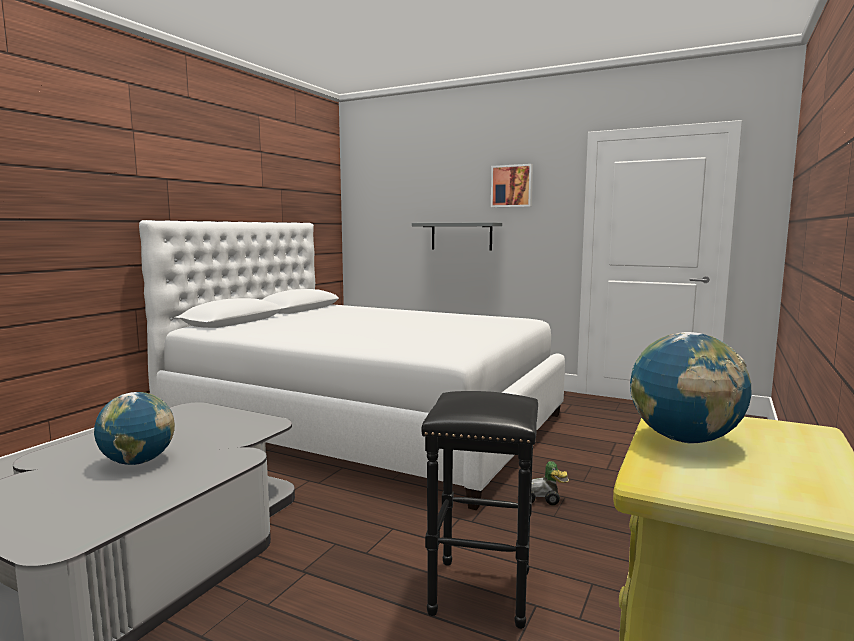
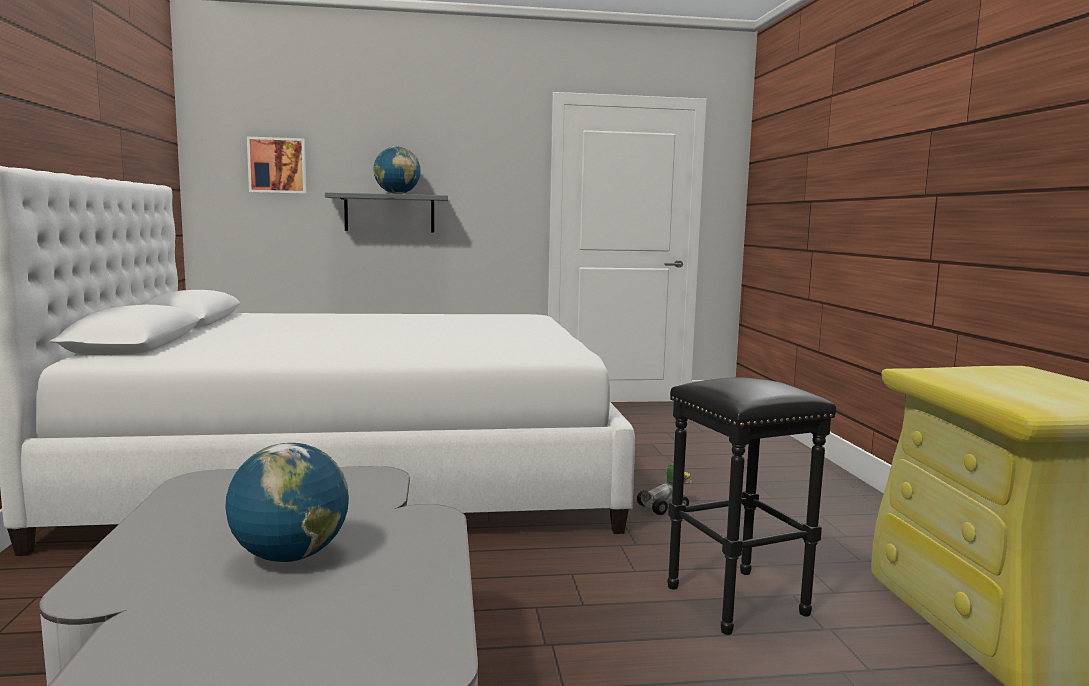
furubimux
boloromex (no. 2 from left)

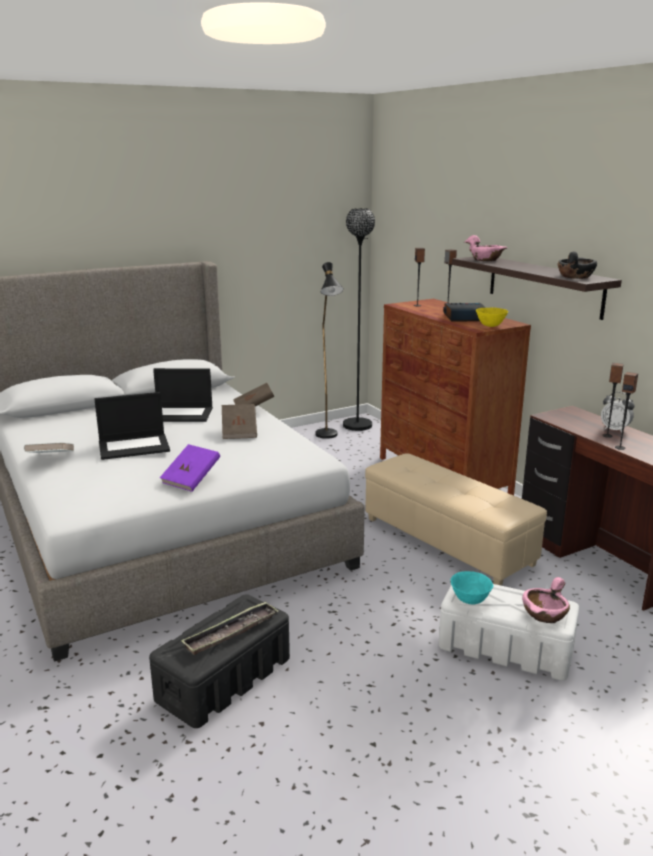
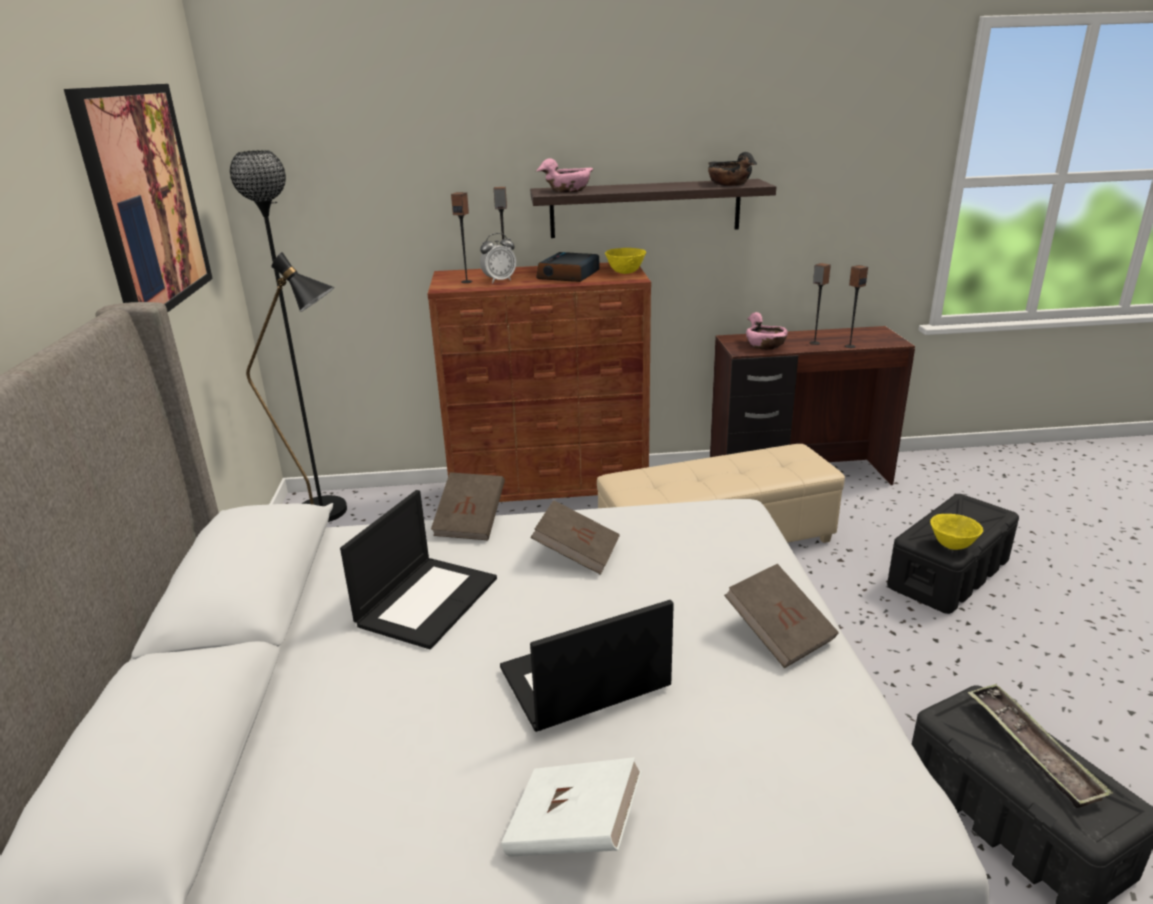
furubimux
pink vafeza (no. 2 from left)
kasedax (no. 1 from left)
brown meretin (no. 3 from left)
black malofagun (no. 1 from left)
yellow vafeza (no. 2 from left)
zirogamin (no. 2 from left)

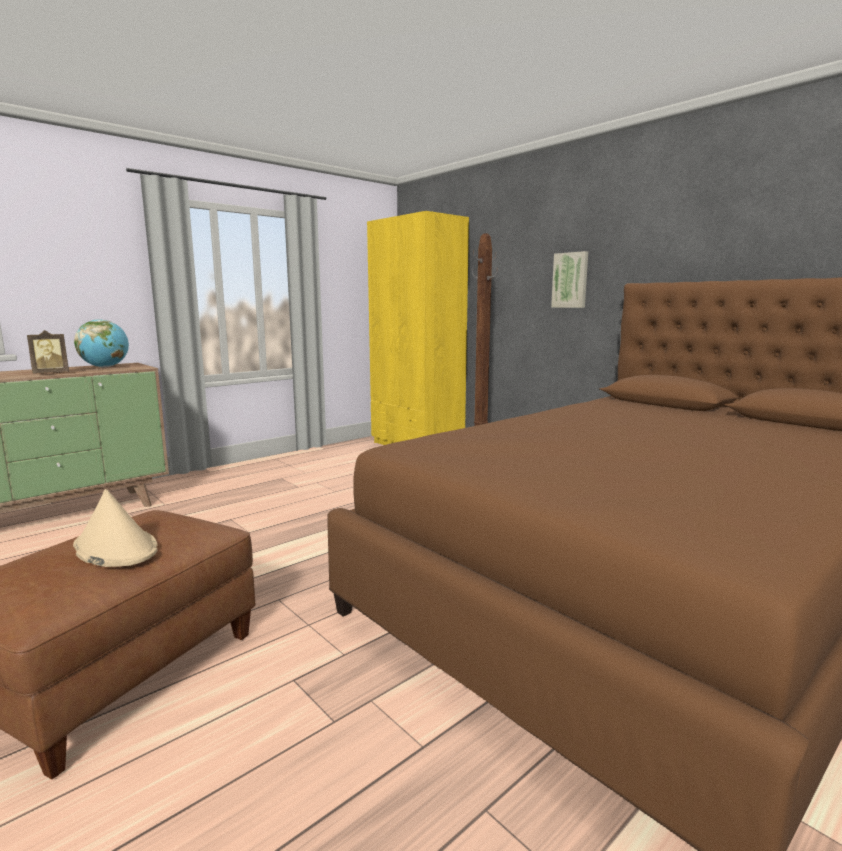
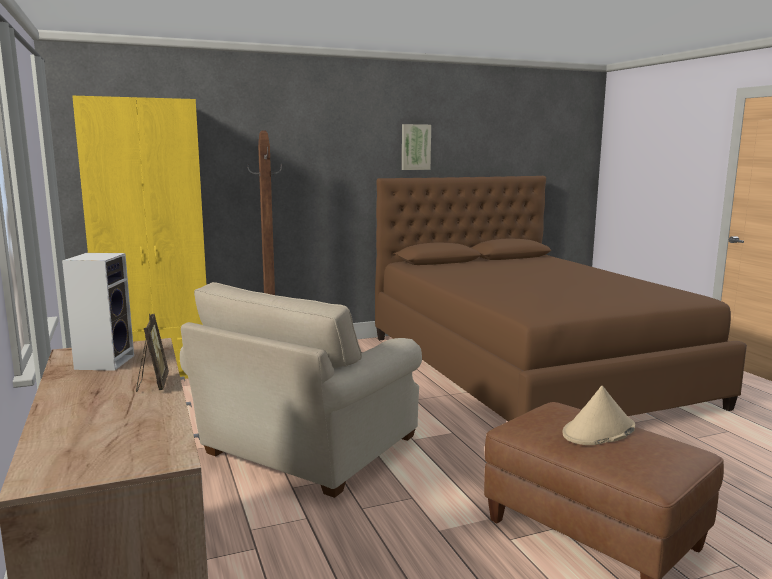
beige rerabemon
furubimux
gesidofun

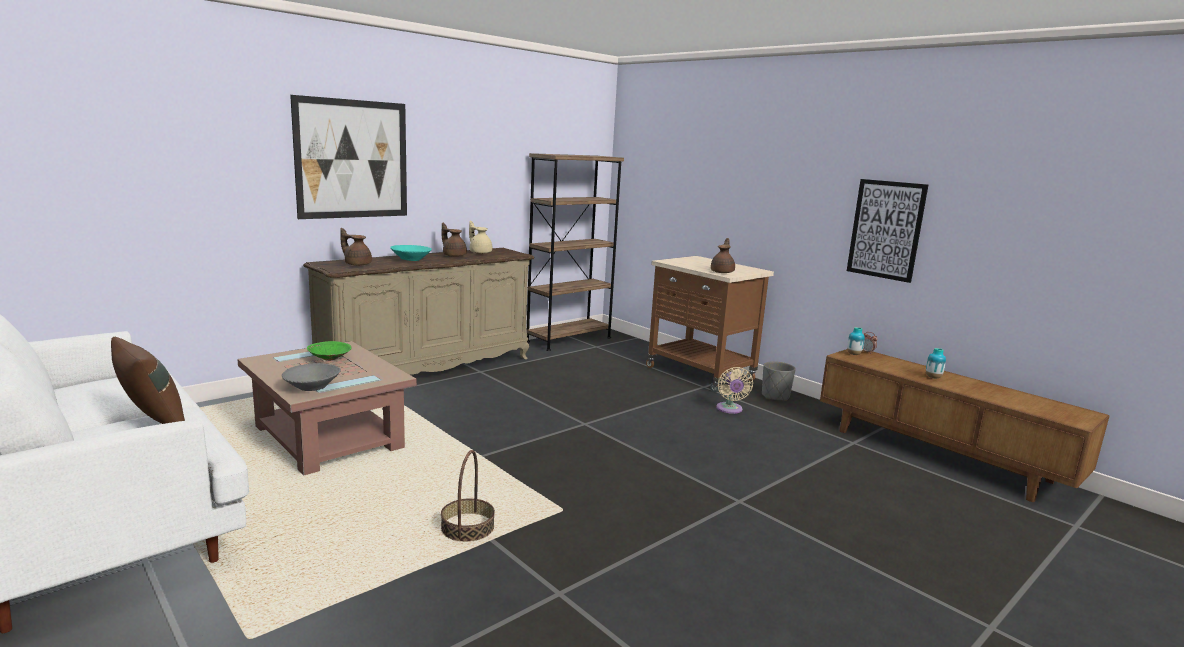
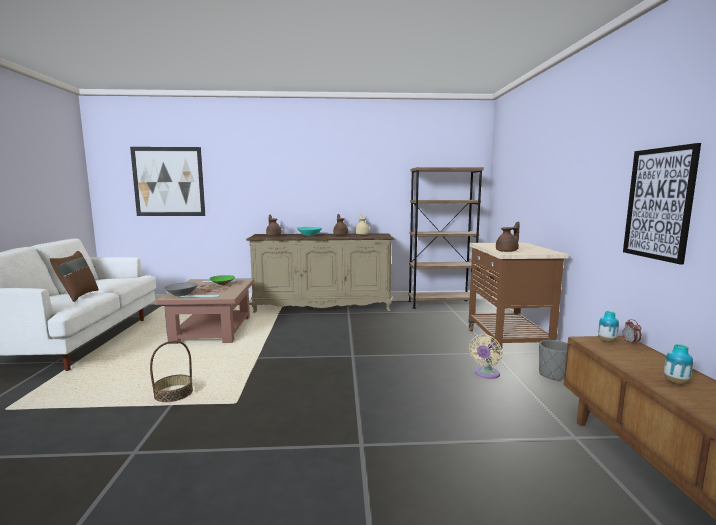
furubimux (no. 1 from left)

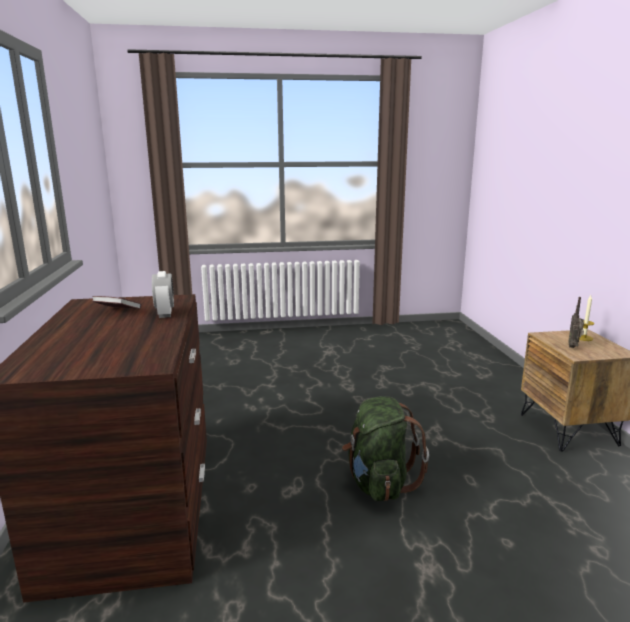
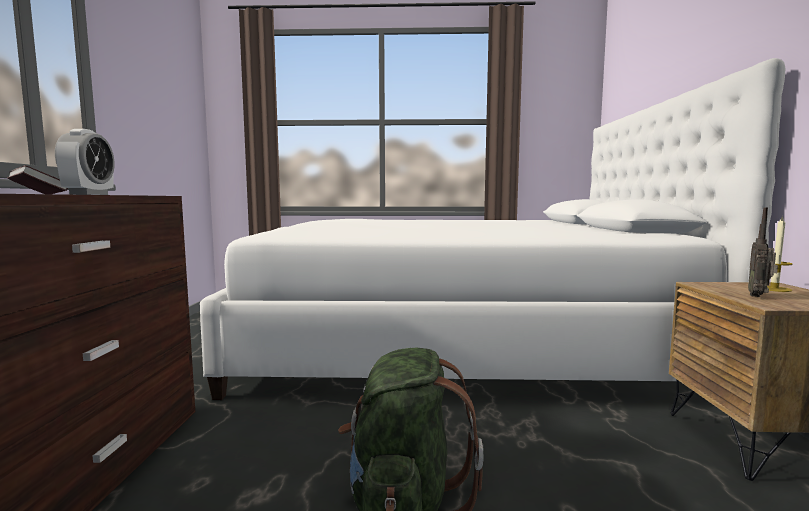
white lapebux

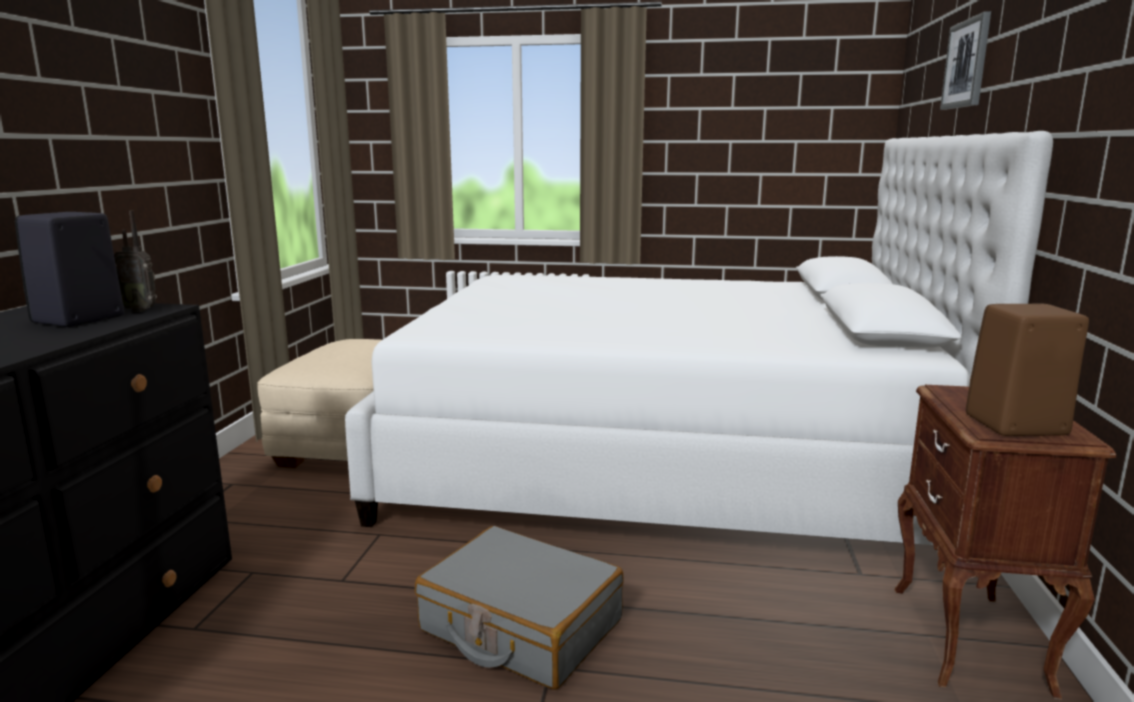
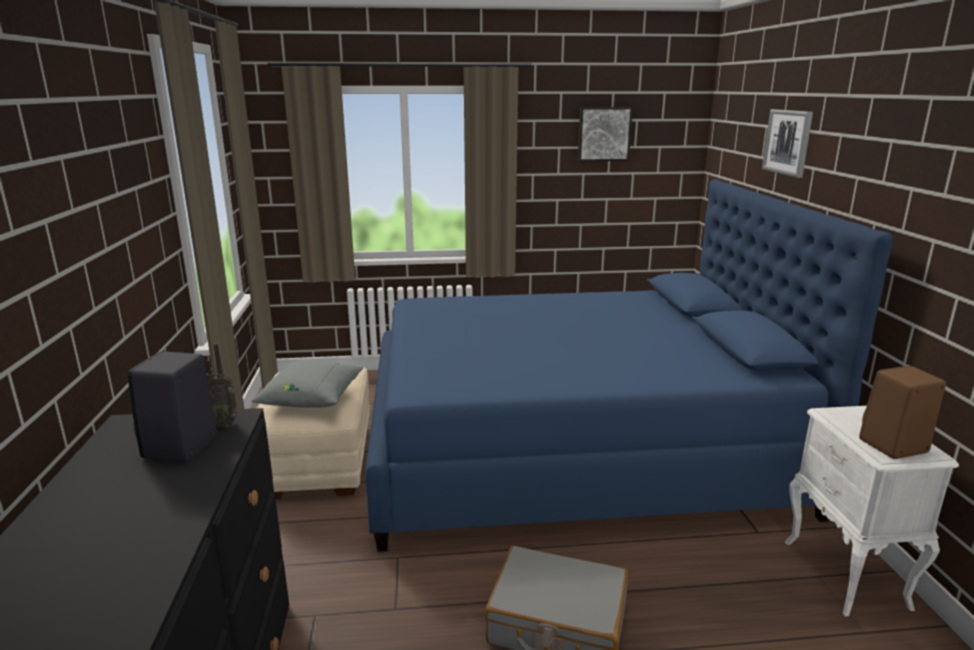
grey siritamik
furubimux (no. 1 from left)
blue lapebux
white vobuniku

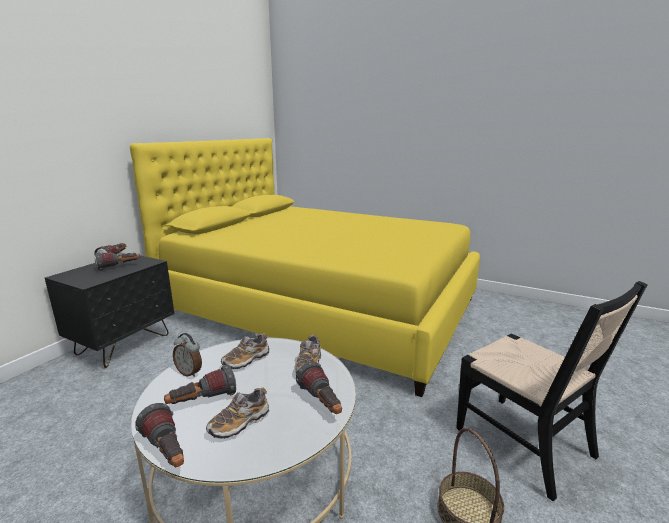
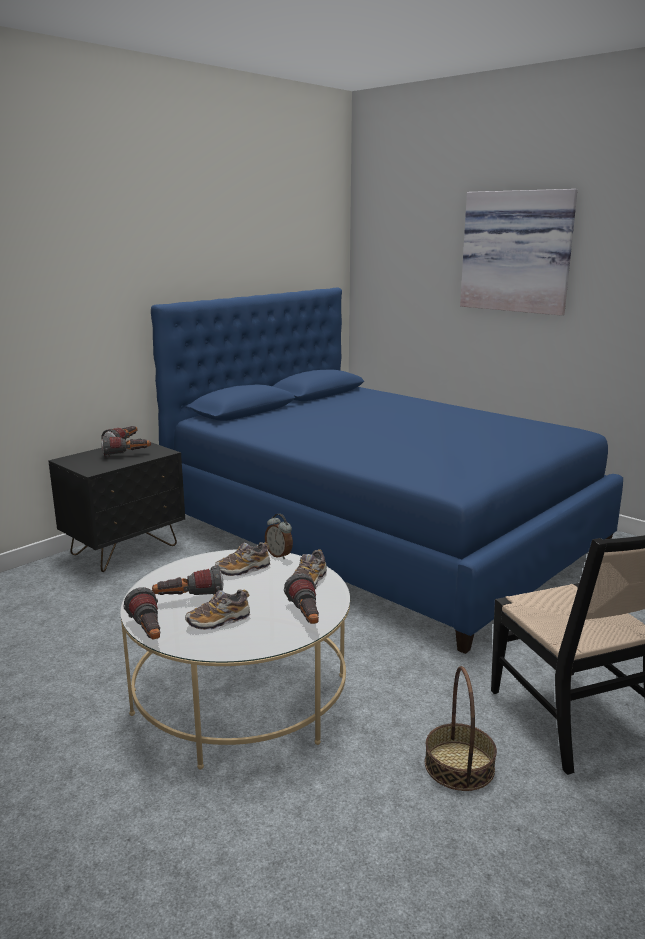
furubimux
kasedax
blue lapebux

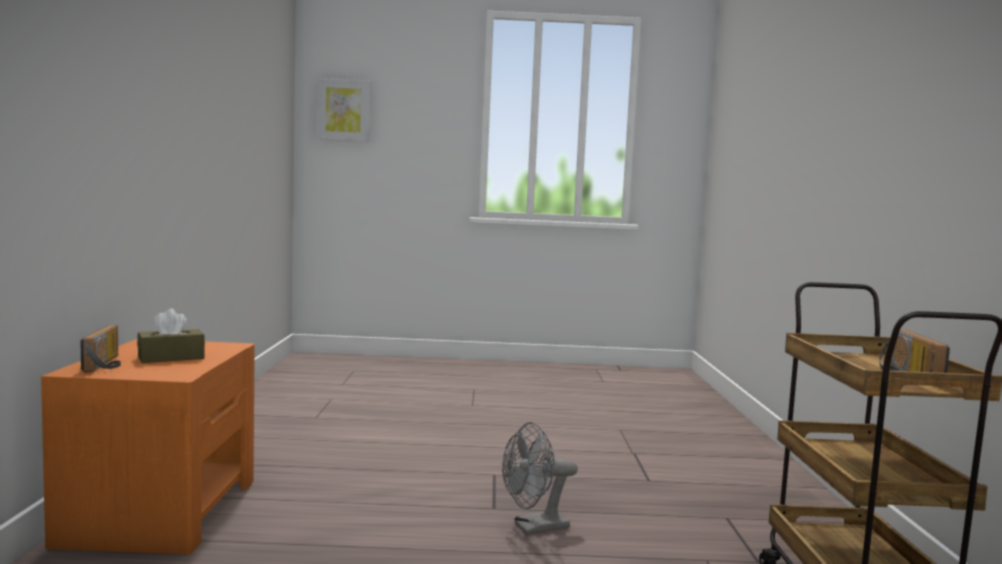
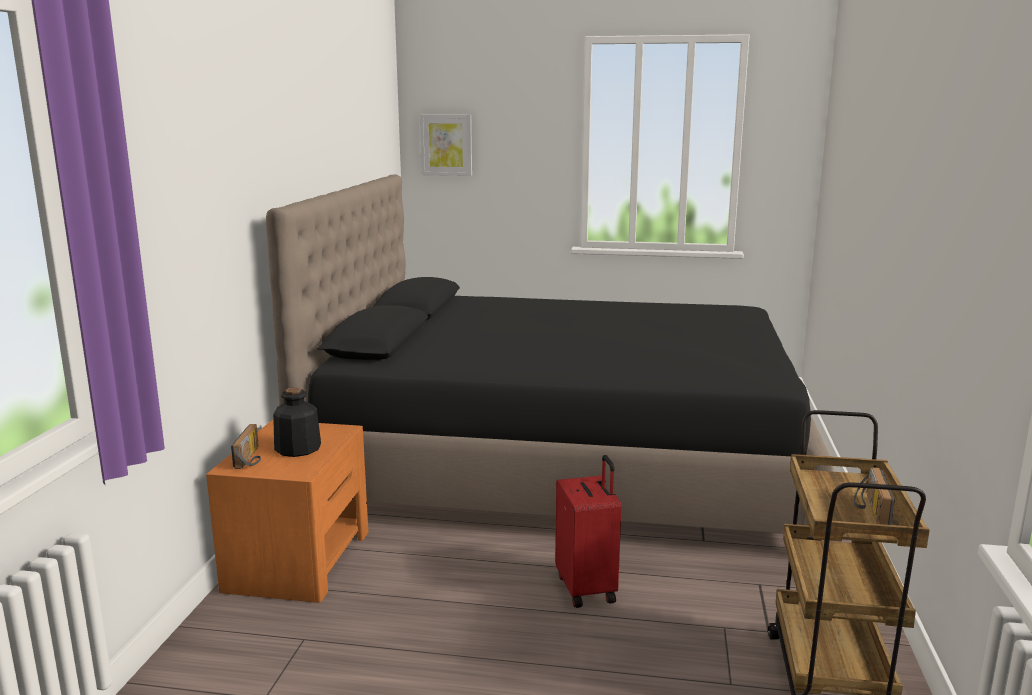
black lapebux
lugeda
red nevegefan

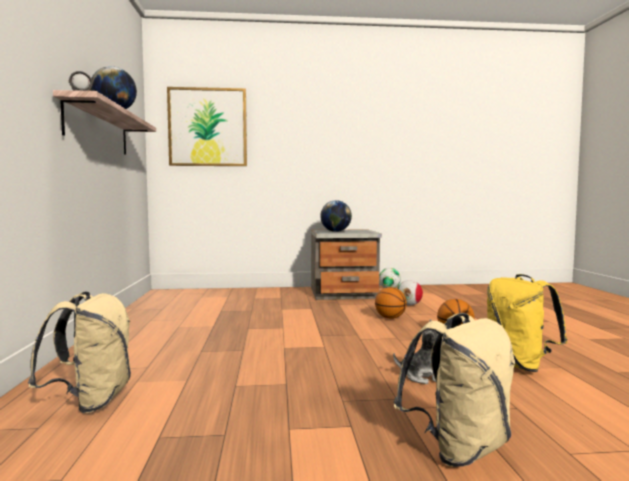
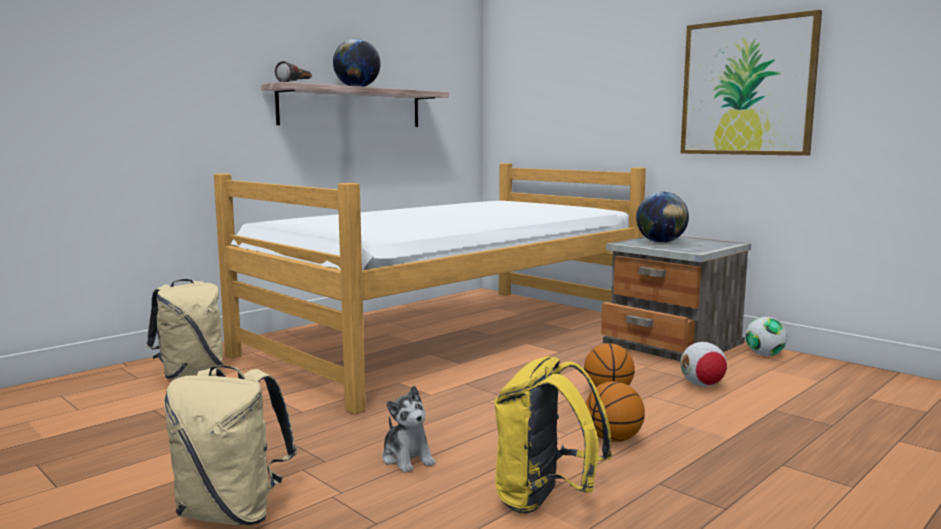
lapebux
furubimux

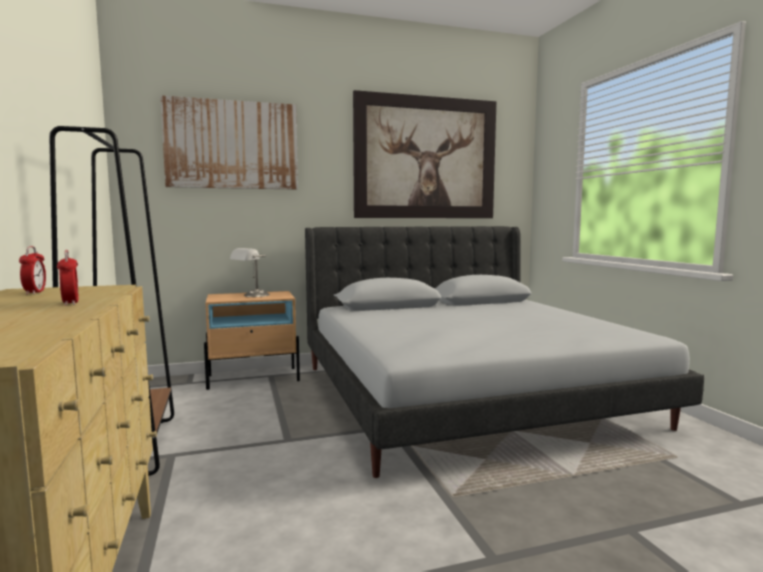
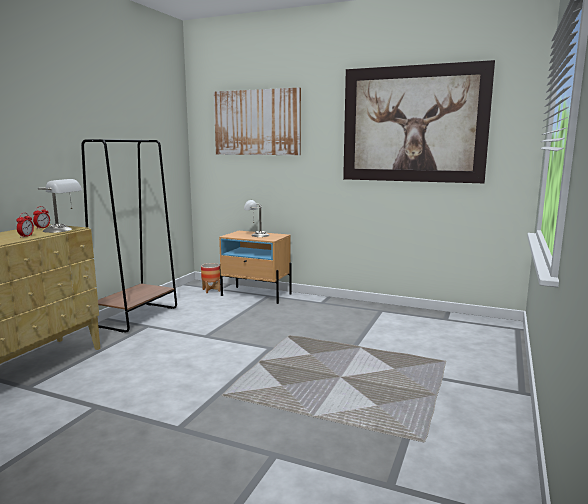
grey lapebux
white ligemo (no. 1 from left)
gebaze

